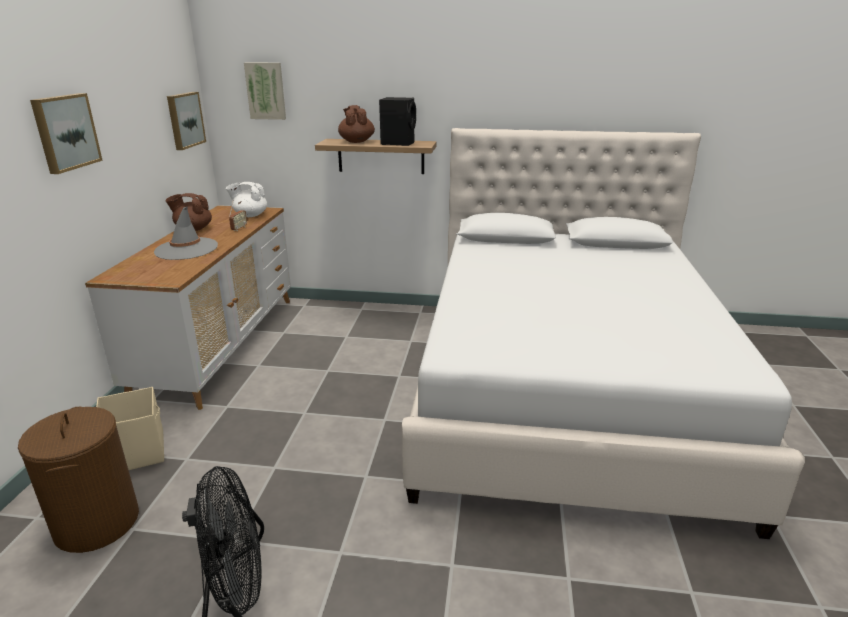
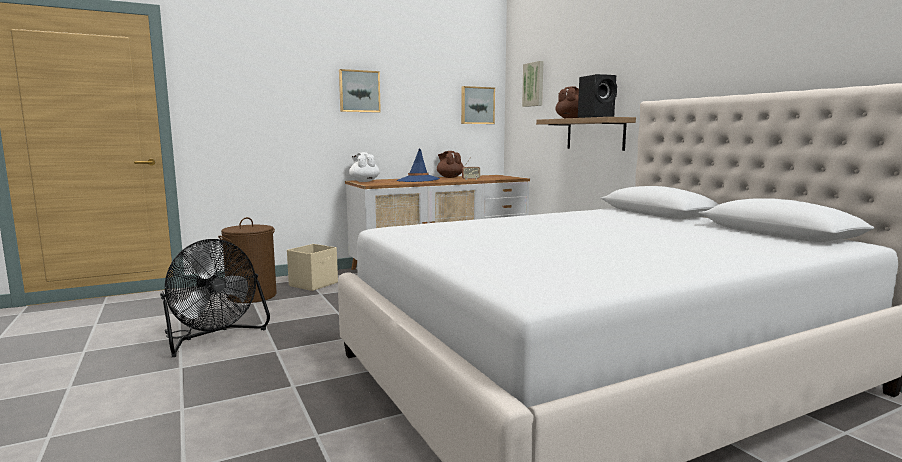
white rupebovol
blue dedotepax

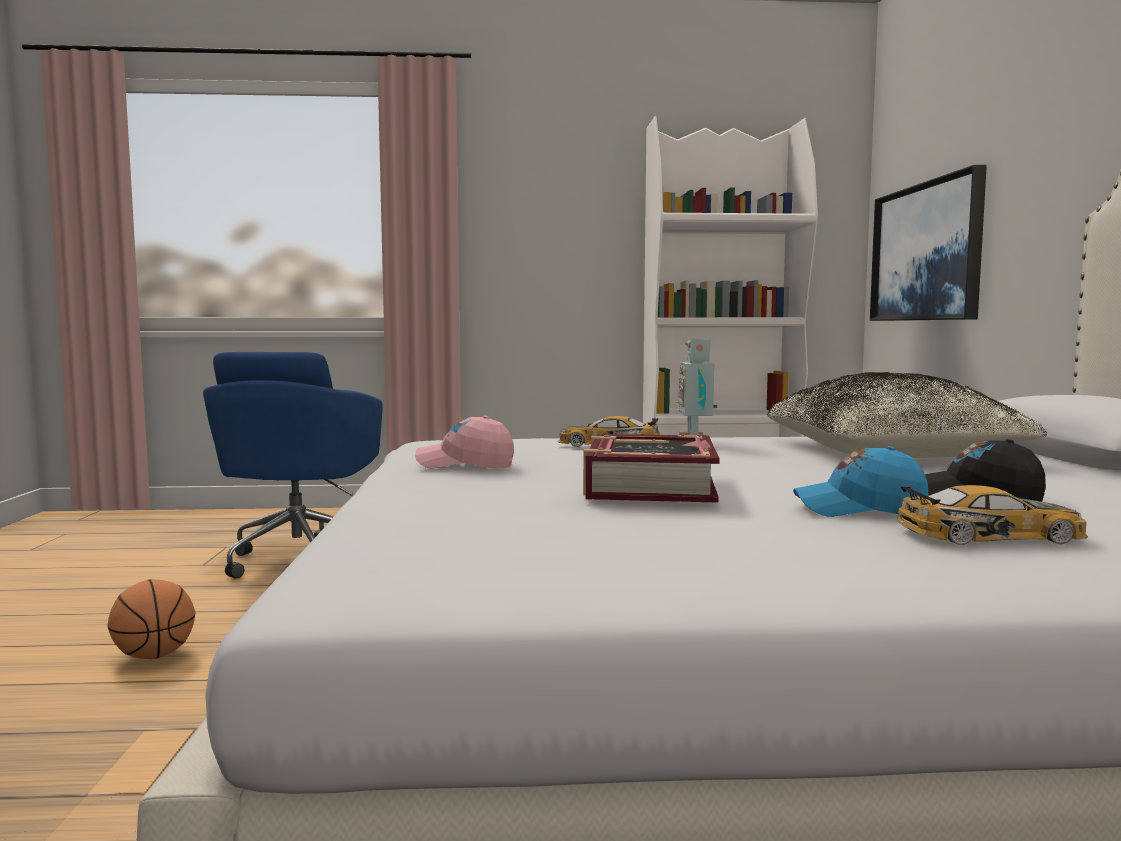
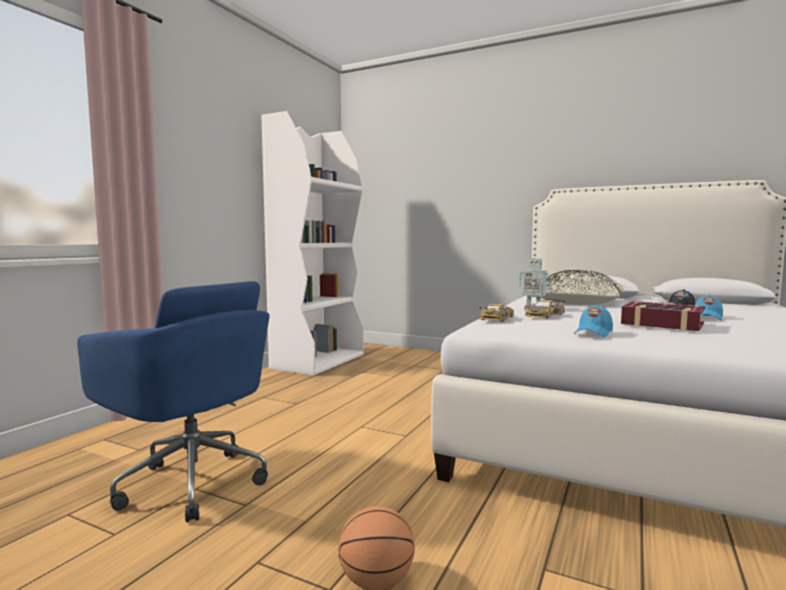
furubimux
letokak (no. 1 from left)
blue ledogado (no. 1 from left)

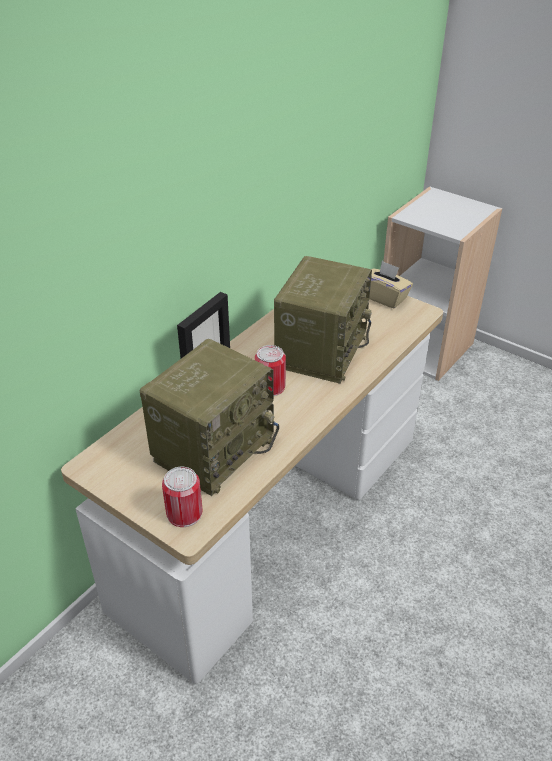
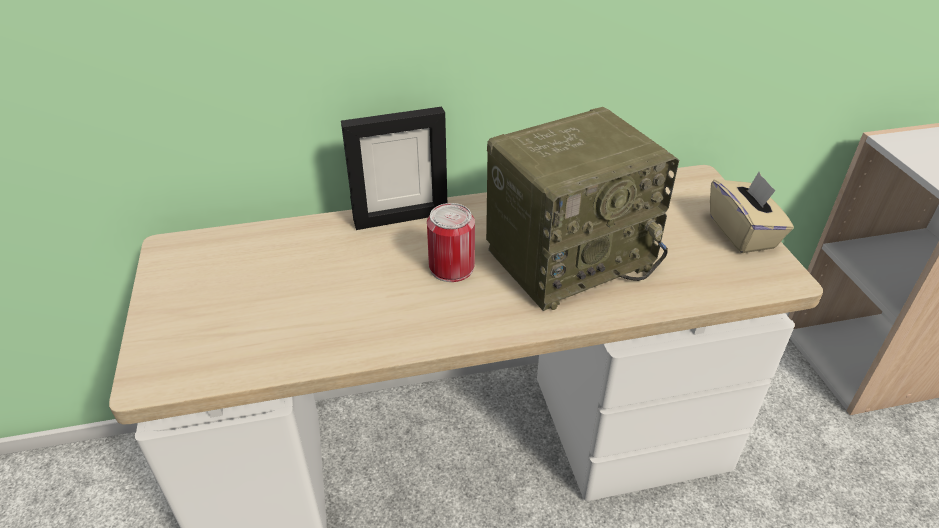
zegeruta (no. 1 from left in the first image)
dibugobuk (no. 1 from left in the first image)

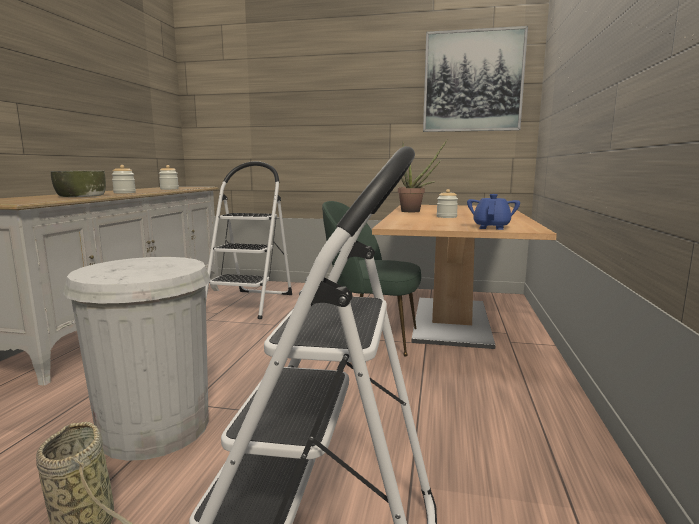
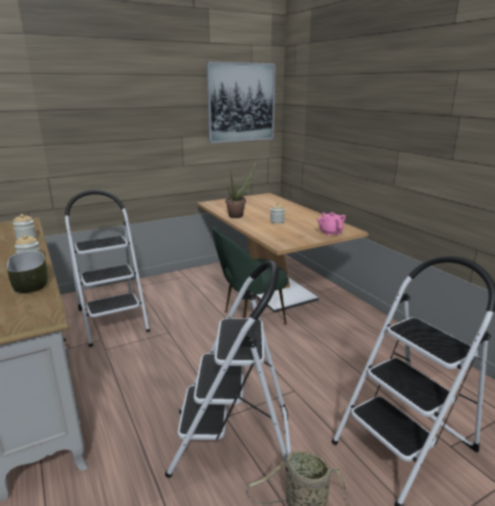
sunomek (no. 2 from left)
pink rupebovol

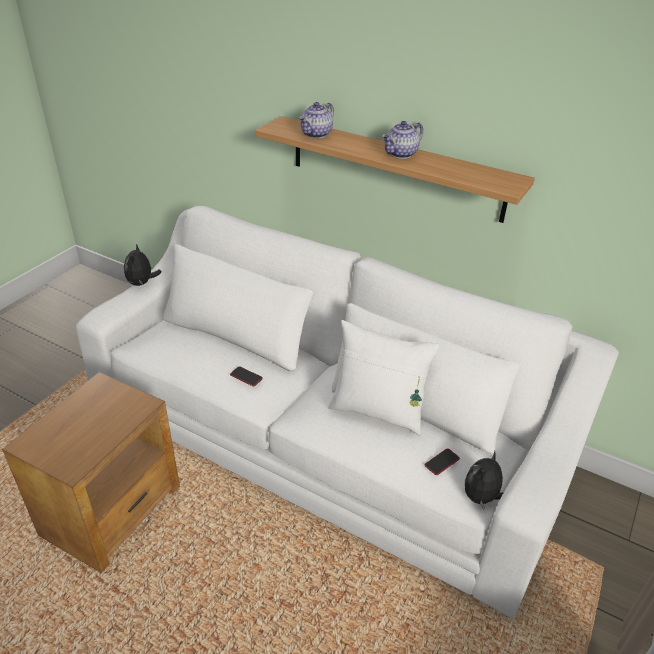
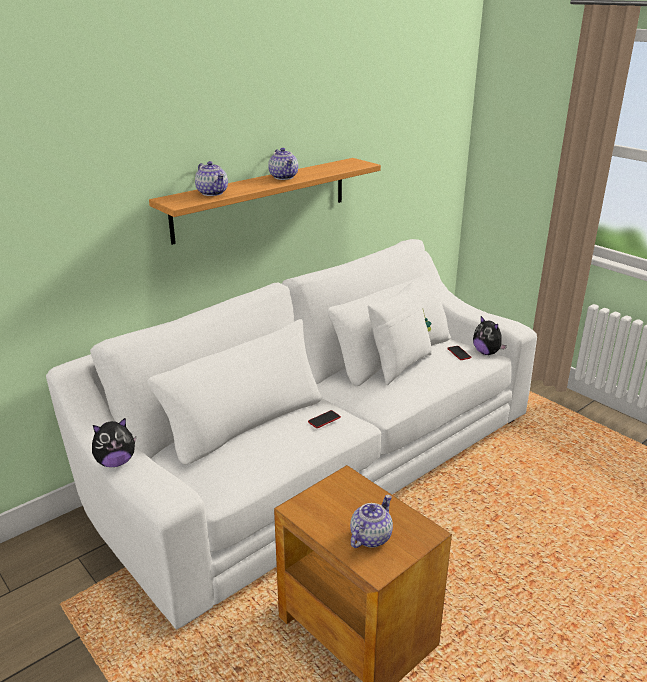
rupebovol (no. 3 from left)
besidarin (no. 1 from left)

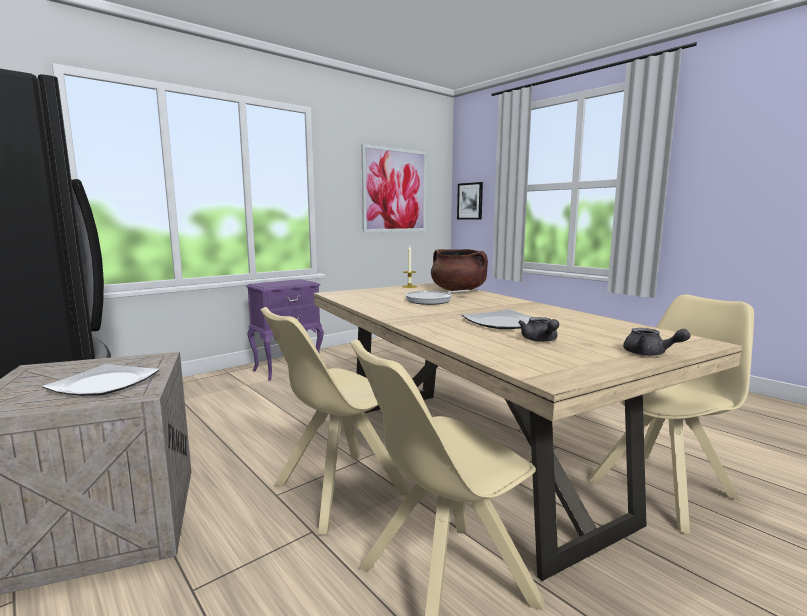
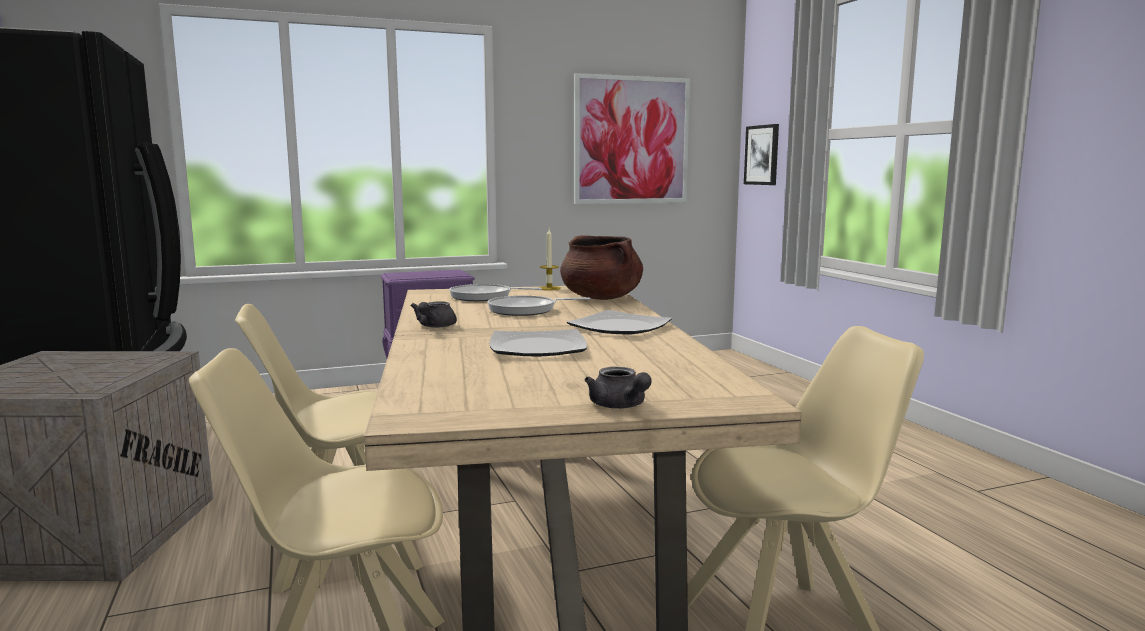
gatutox (no. 1 from left)
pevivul (no. 2 from left)
grey rupebovol (no. 1 from left)

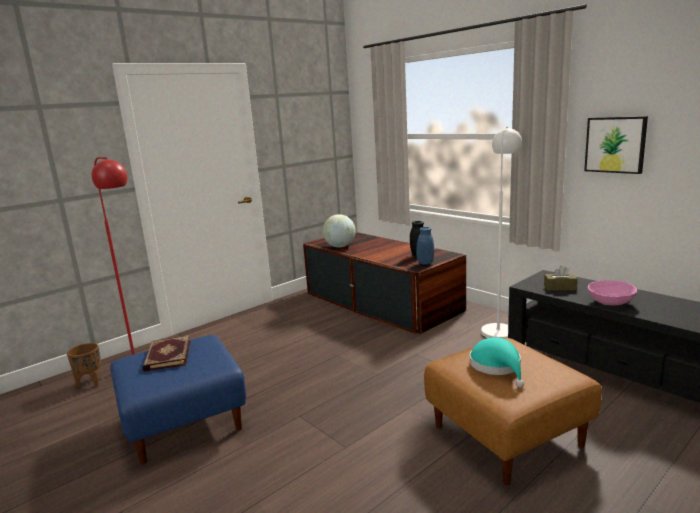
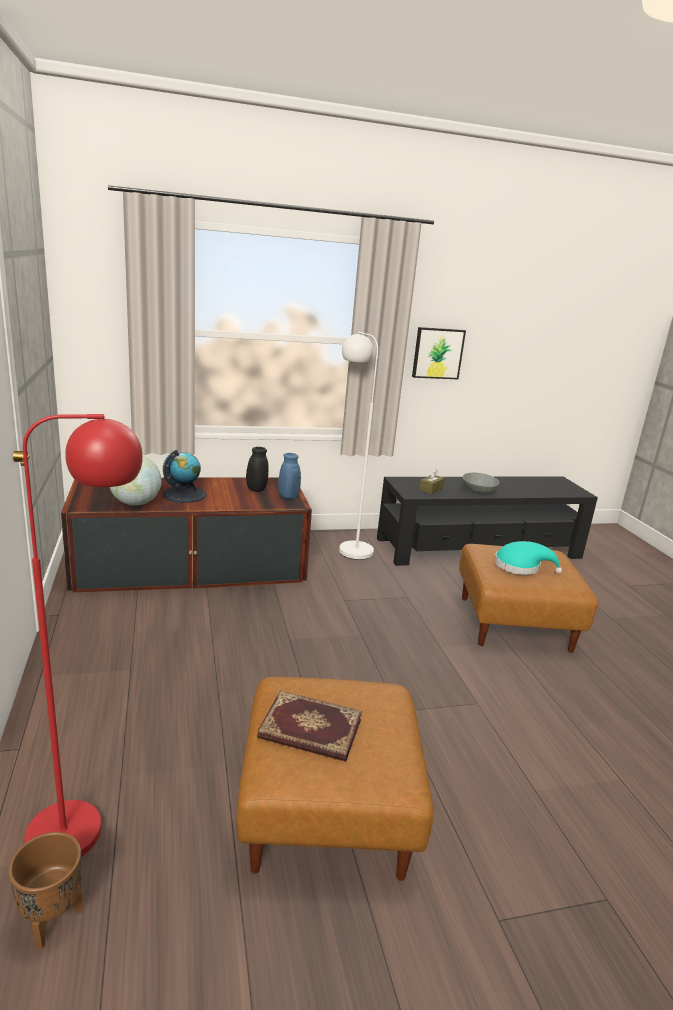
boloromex (no. 2 from left)
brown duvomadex (no. 1 from left)
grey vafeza

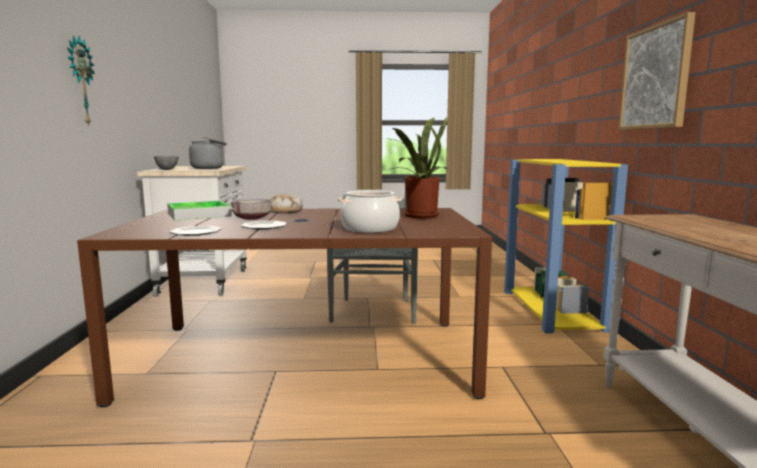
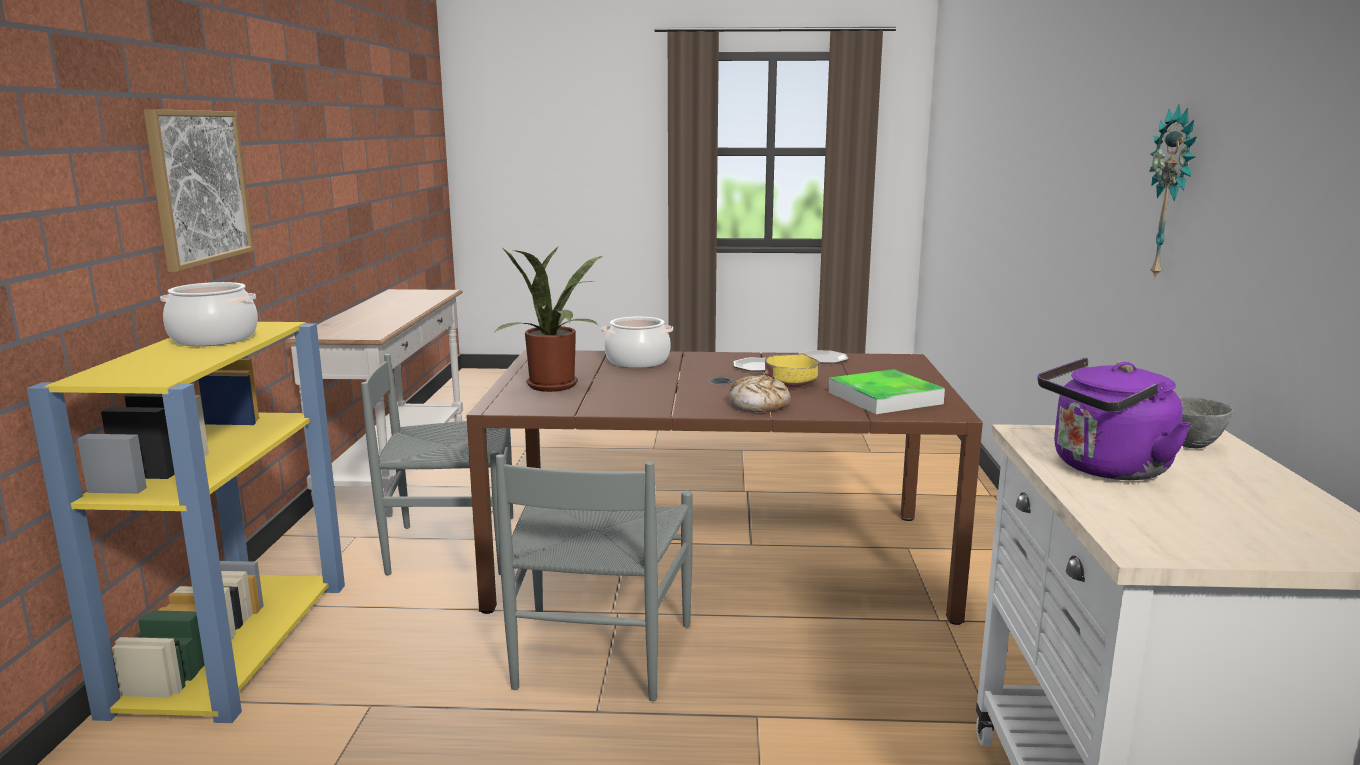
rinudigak (no. 1 from left)
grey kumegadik (no. 1 from left)
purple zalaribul
yellow vafeza

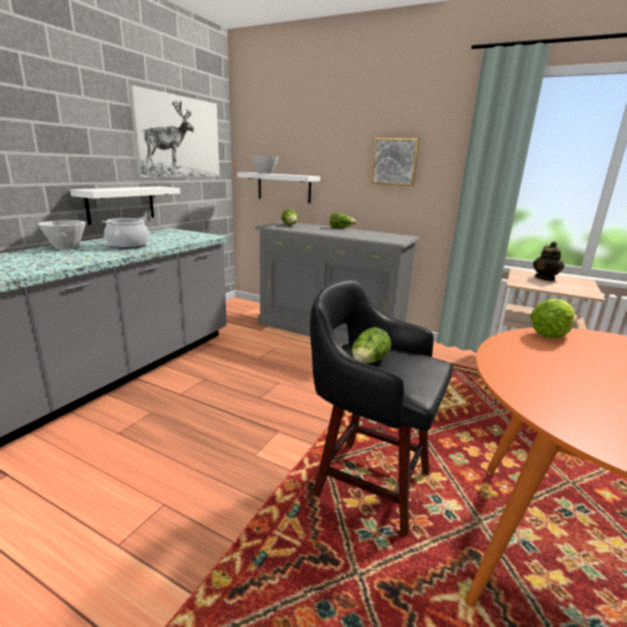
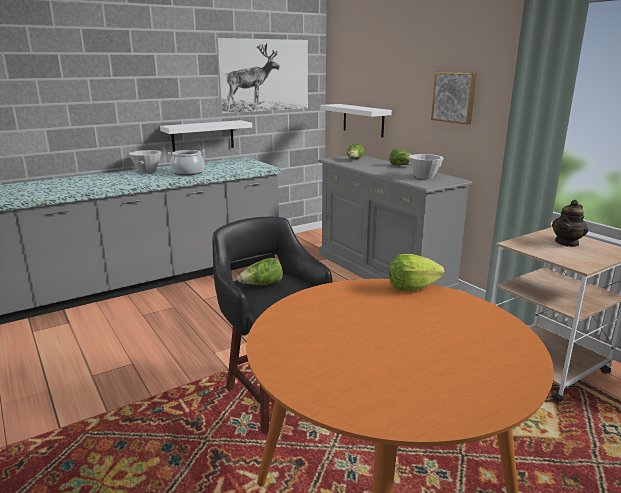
white vafeza (no. 2 from left)

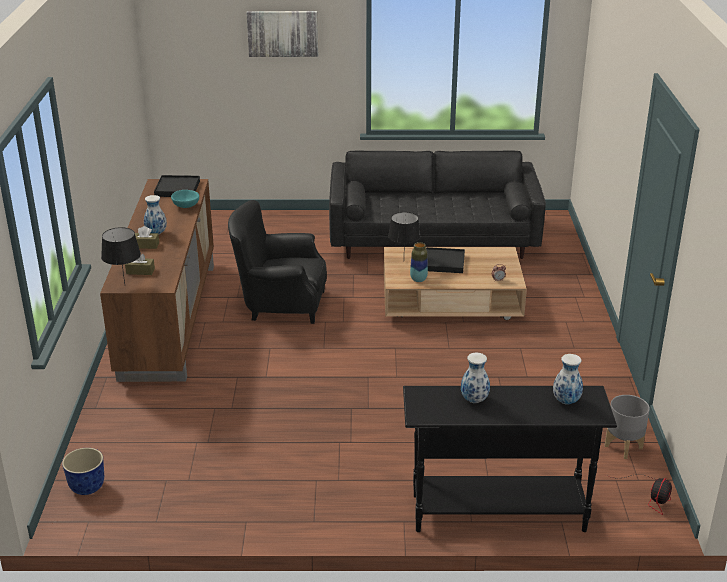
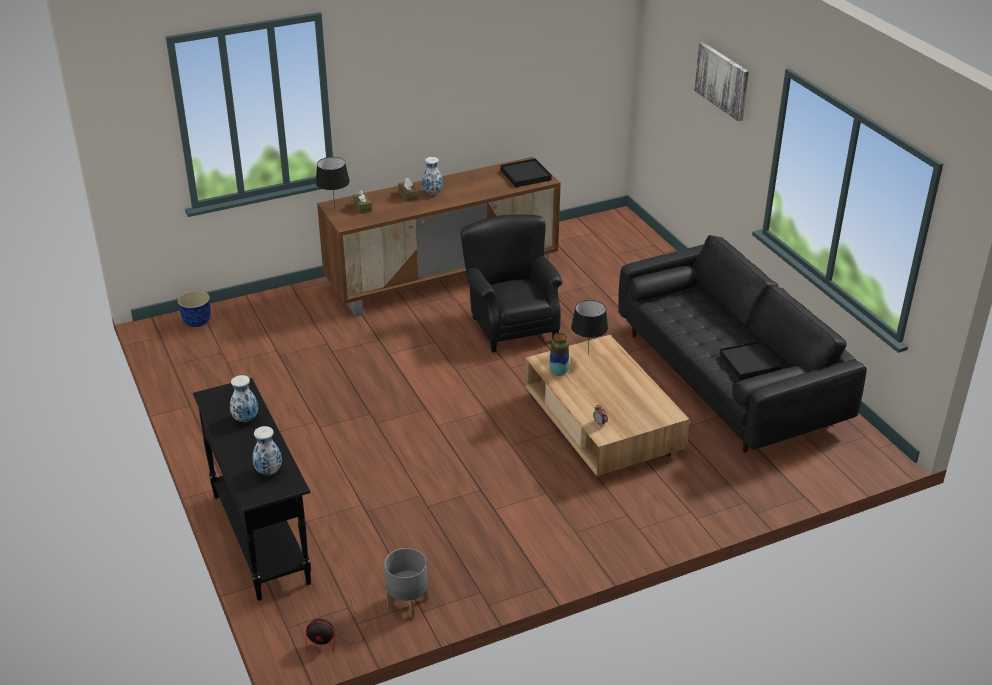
turquoise vafeza
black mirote (no. 2 from left)

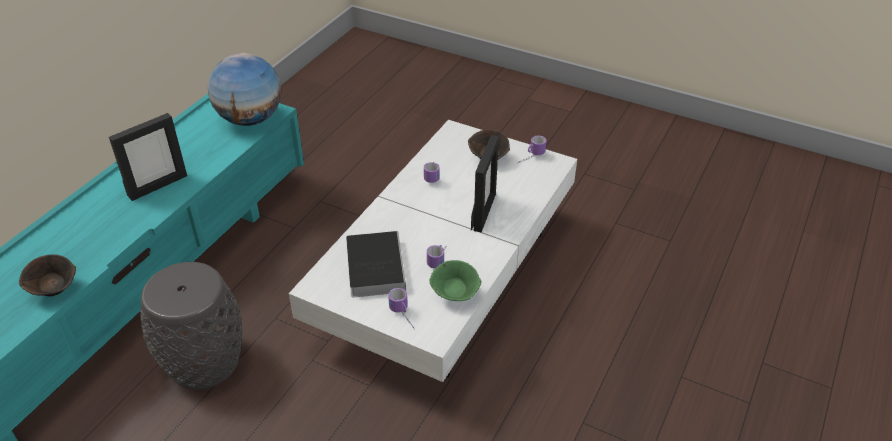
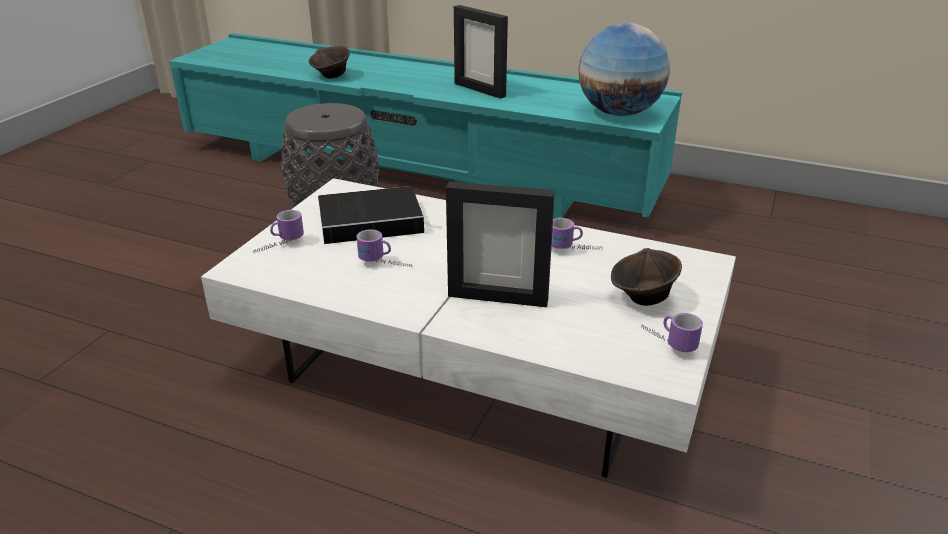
green vafeza

